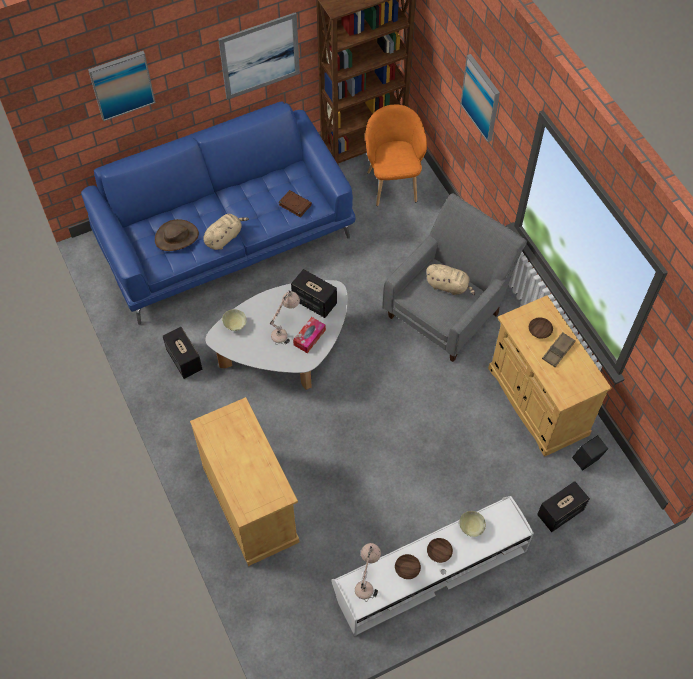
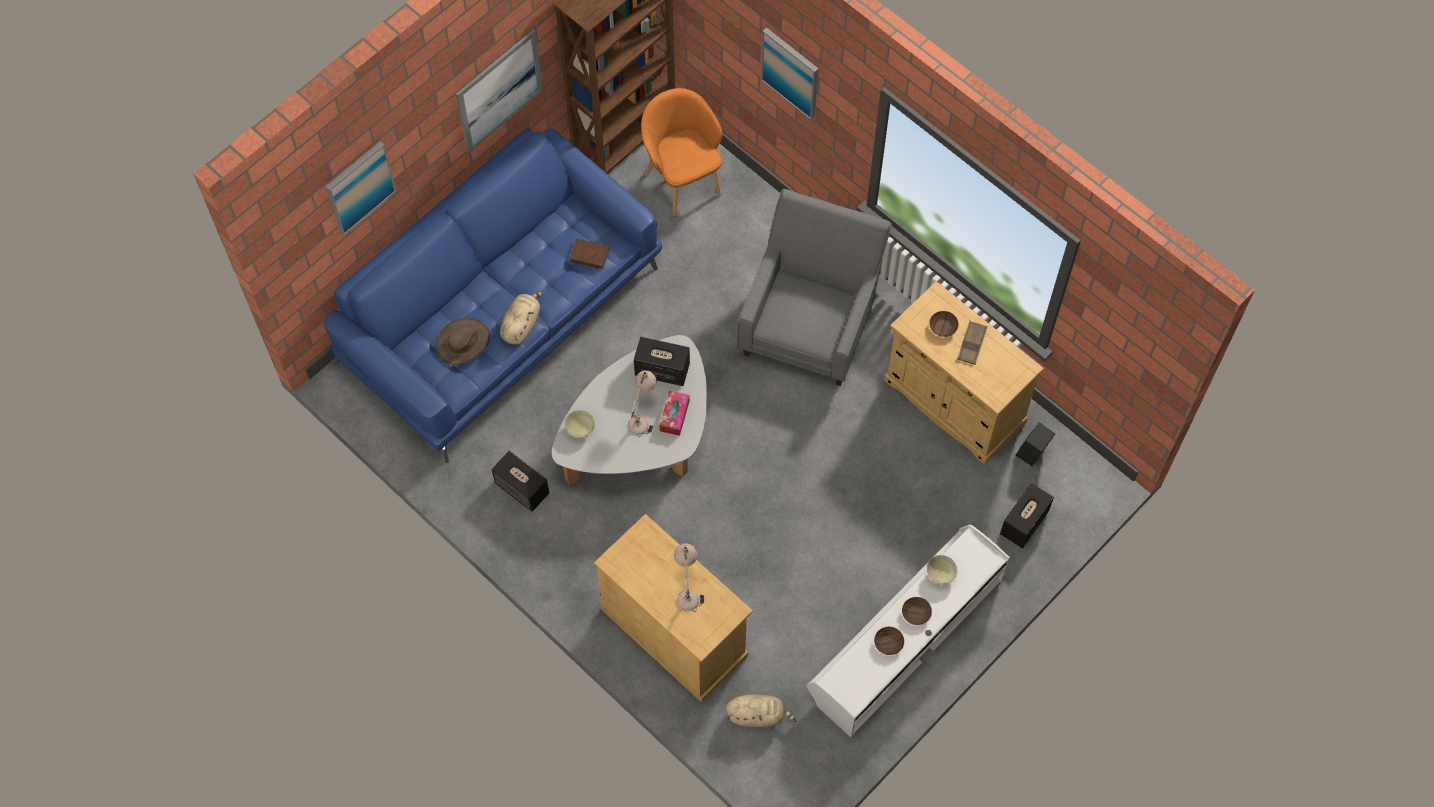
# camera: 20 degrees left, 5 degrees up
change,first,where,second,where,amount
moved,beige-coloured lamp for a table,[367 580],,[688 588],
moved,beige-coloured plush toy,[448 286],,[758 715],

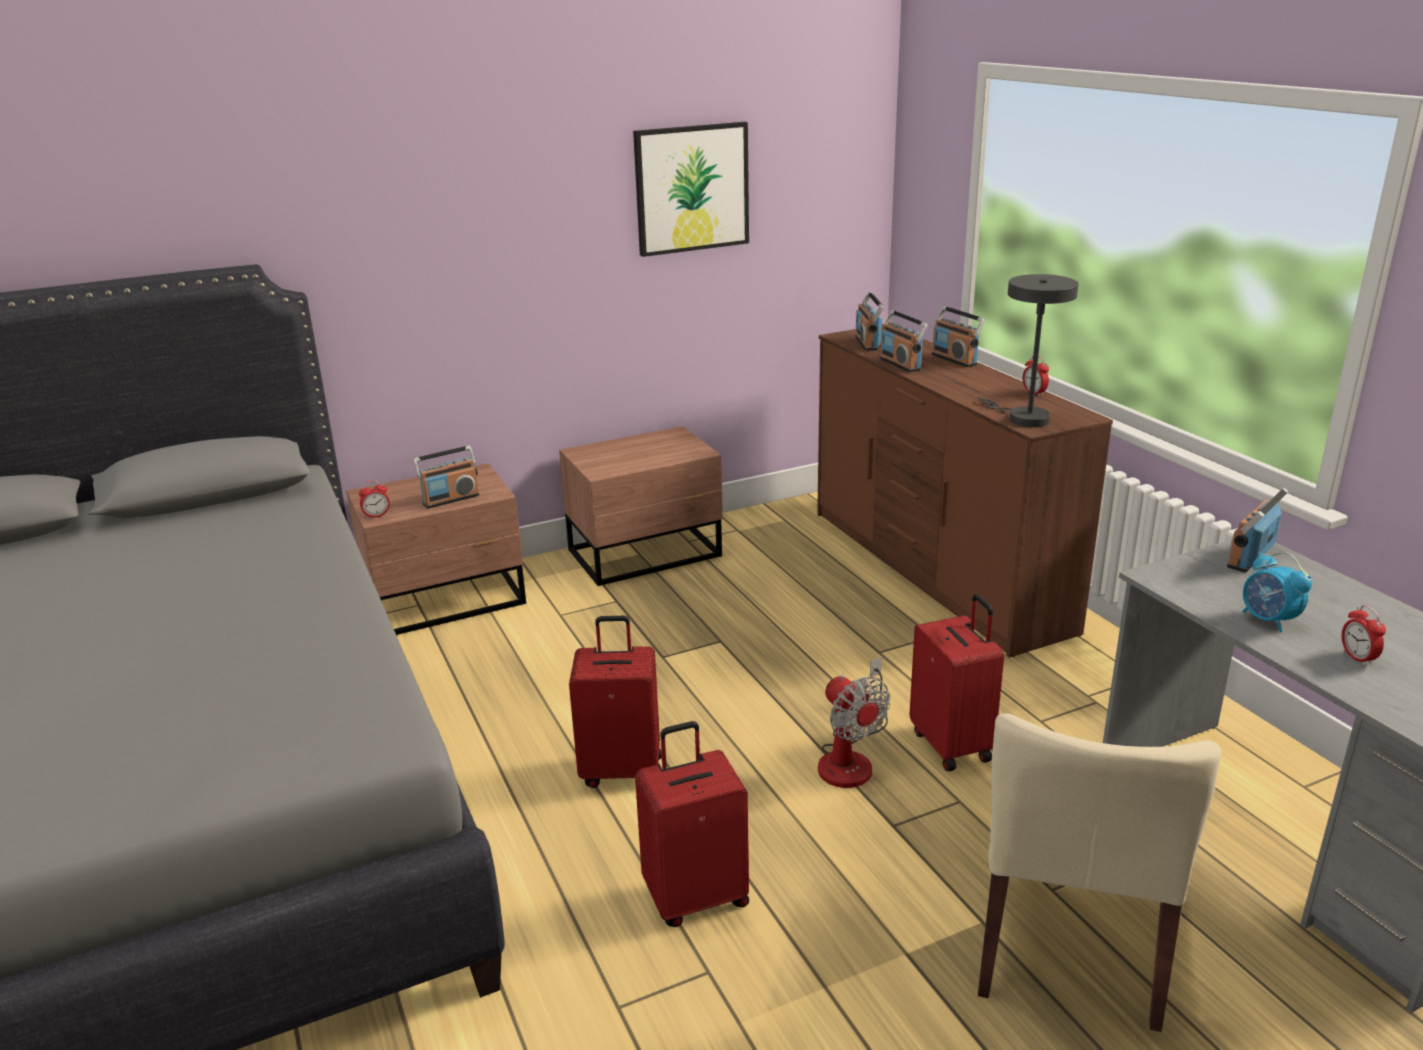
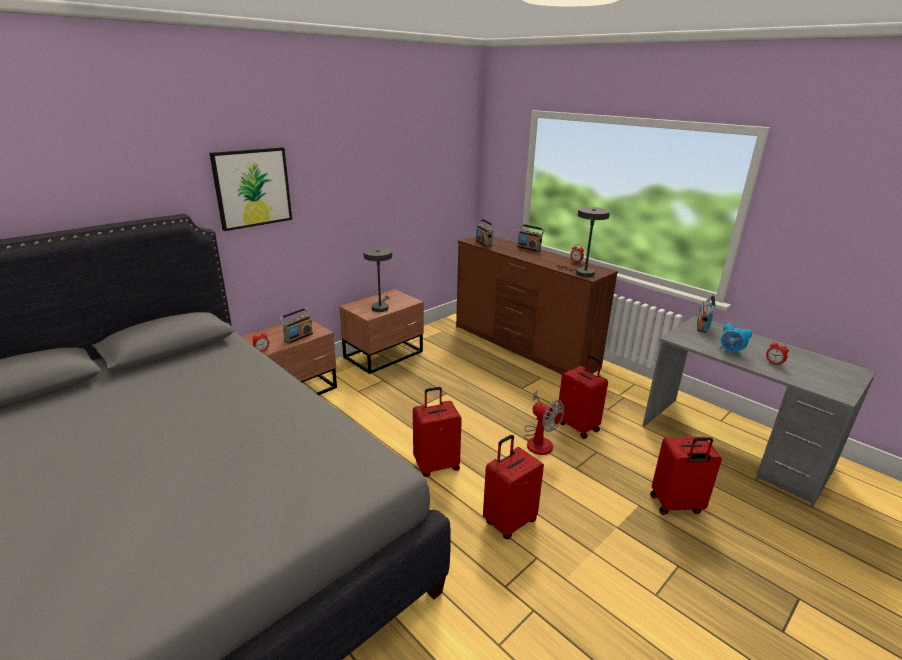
# camera: 20 degrees left, 0 degrees up
change,first,where,second,where,amount
moved,wall art,[691 188],,[252 188],
added,,,greyish lamp for a table,[380 307],
replaced,beige-coloured plain chair,[1068 939],reddish travel case,[676 505],
removed,radio,[900 364],,,

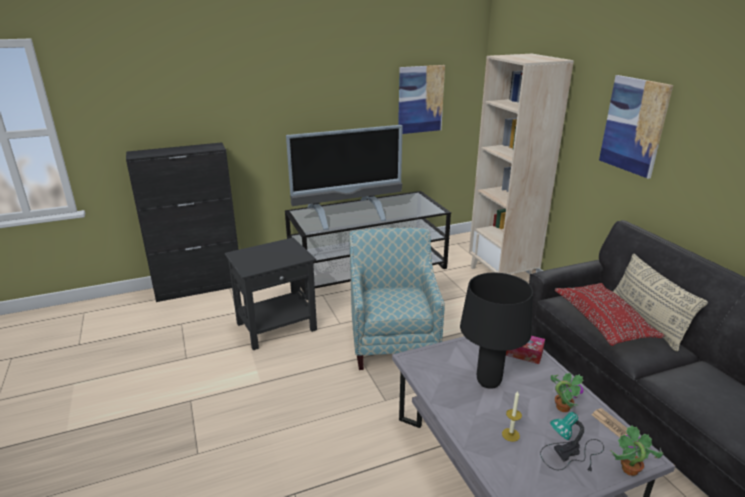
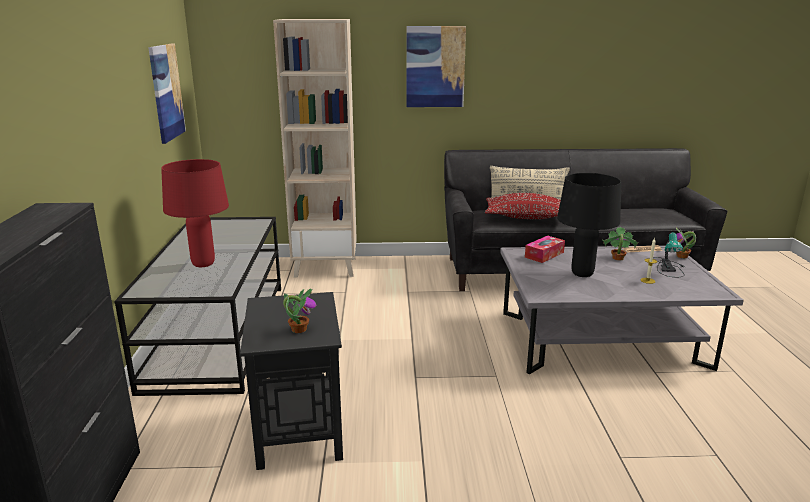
# camera: 70 degrees left, 5 degrees down
change,first,where,second,where,amount
replaced,TV,[346 215],reddish lamp for a table,[203 264],
added,,,plant in a pot,[298 329],
removed,lounge chair,[393 340],,,

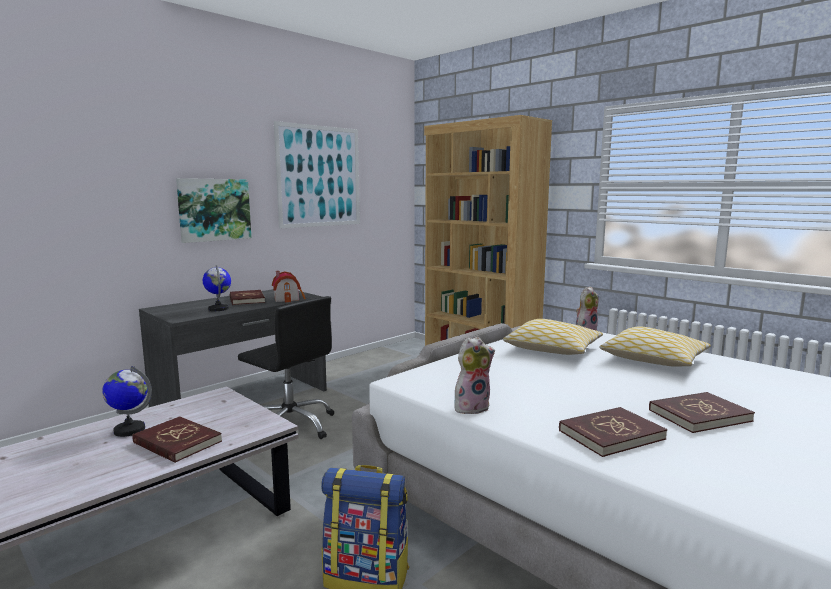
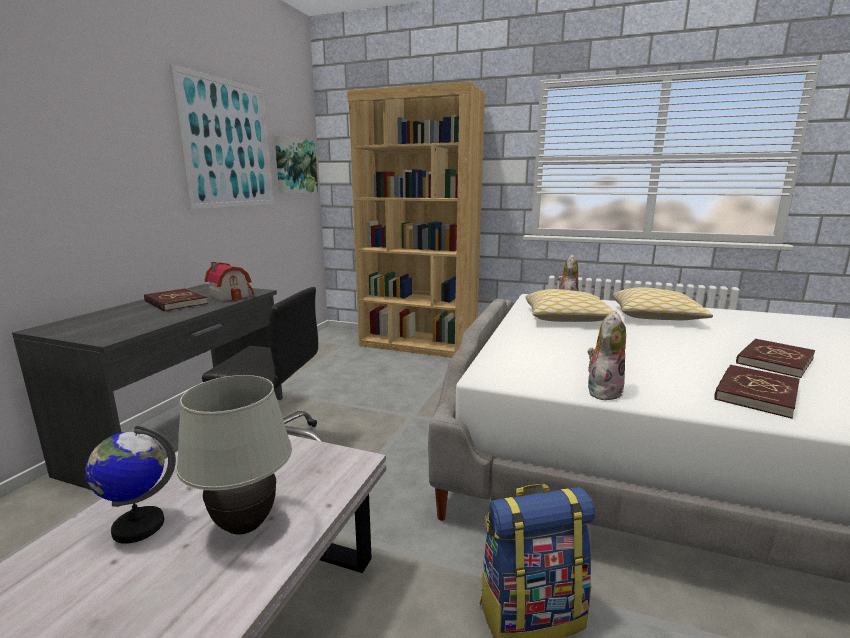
# camera: 25 degrees left, 5 degrees up
change,first,where,second,where,amount
replaced,reddish bound book,[177 442],whitish lamp for a table,[244 525],
moved,wall art,[214 209],,[295 166],
removed,world globe,[218 309],,,

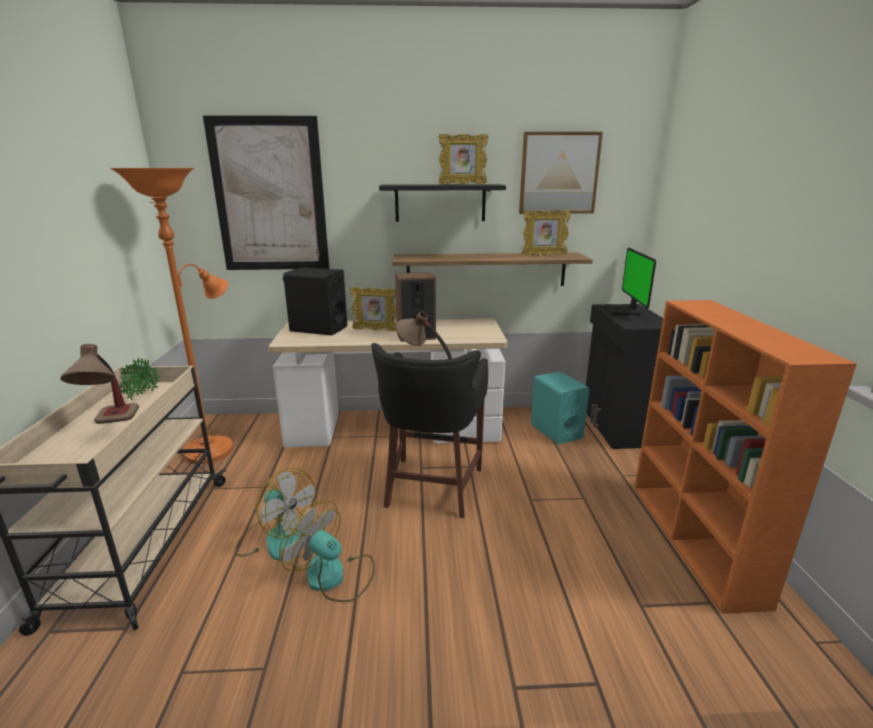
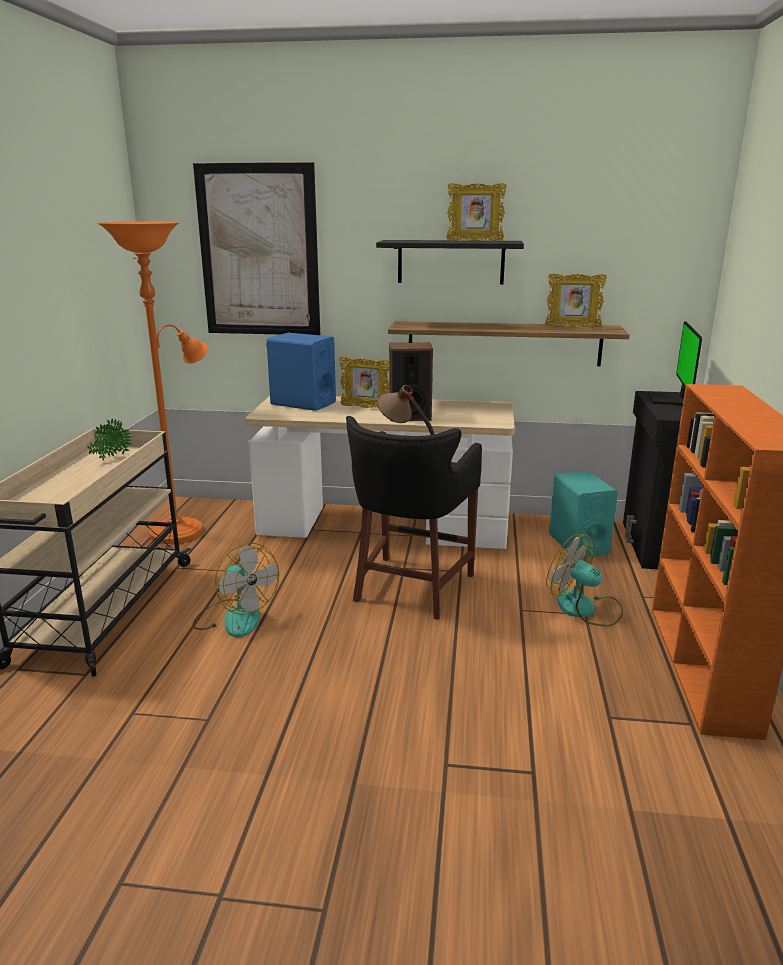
# camera: 10 degrees right, 0 degrees up
change,first,where,second,where,amount
recoloured,black-coloured audio speaker,[318 329],blue audio speaker,[303 403],
moved,electric fan,[334 577],,[584 609],
removed,lamp for a table,[112 424],,,
removed,wall art,[558 173],,,

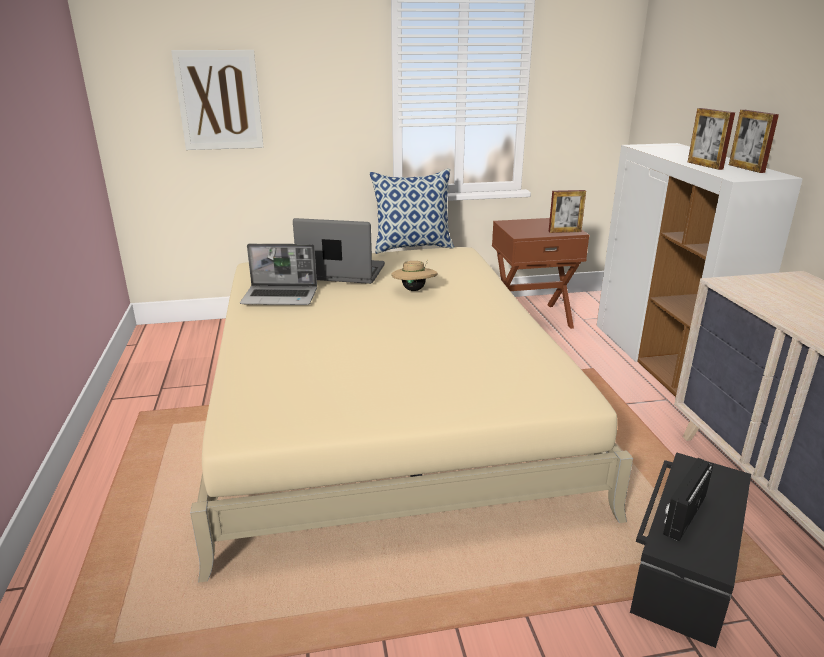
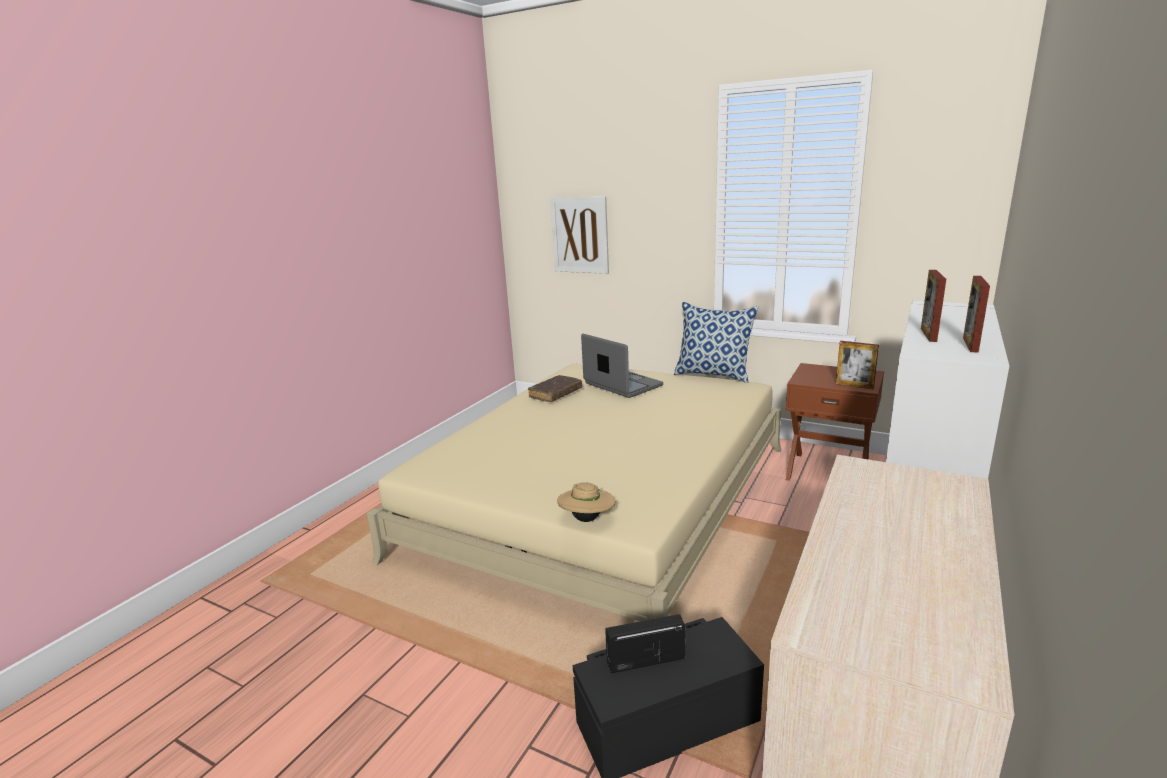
# camera: 40 degrees right, 5 degrees down
change,first,where,second,where,amount
replaced,notebook computer,[281 297],brownish bound book,[555 394],
moved,beige-coloured hat,[414 290],,[587 519],

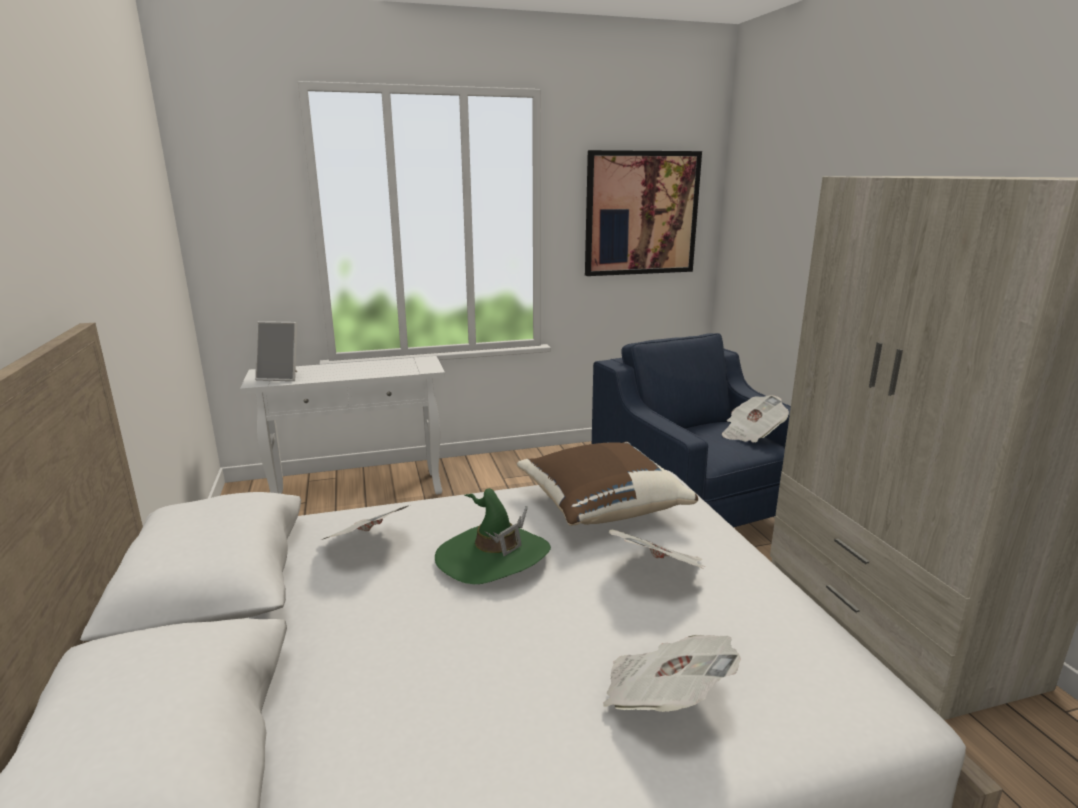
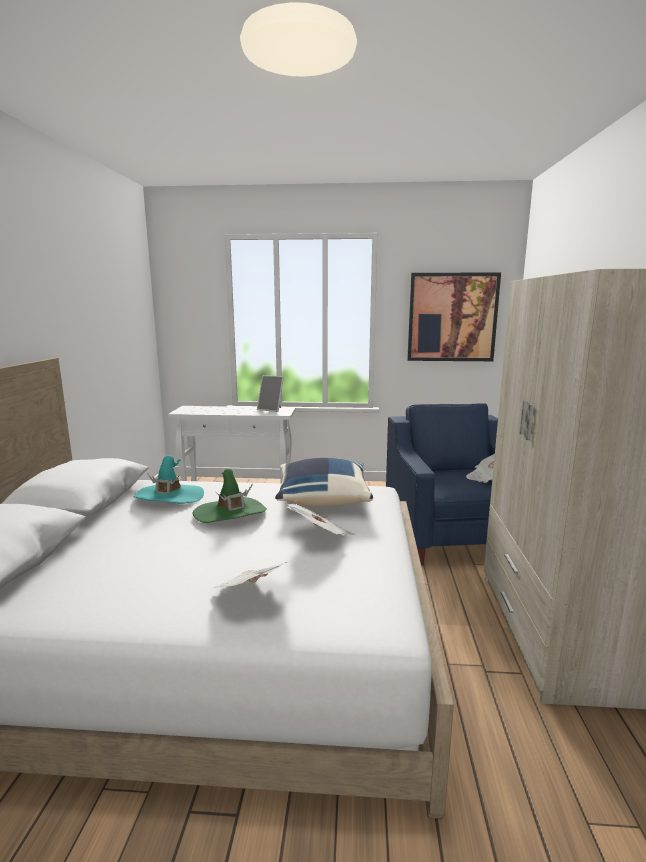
# camera: 20 degrees right, 5 degrees down
change,first,where,second,where,amount
replaced,daily paper,[366 544],turquoise hat,[169 497],
moved,standing frame,[281 377],,[271 409],
recoloured,brownish cushion,[600 506],blue cushion,[322 499],

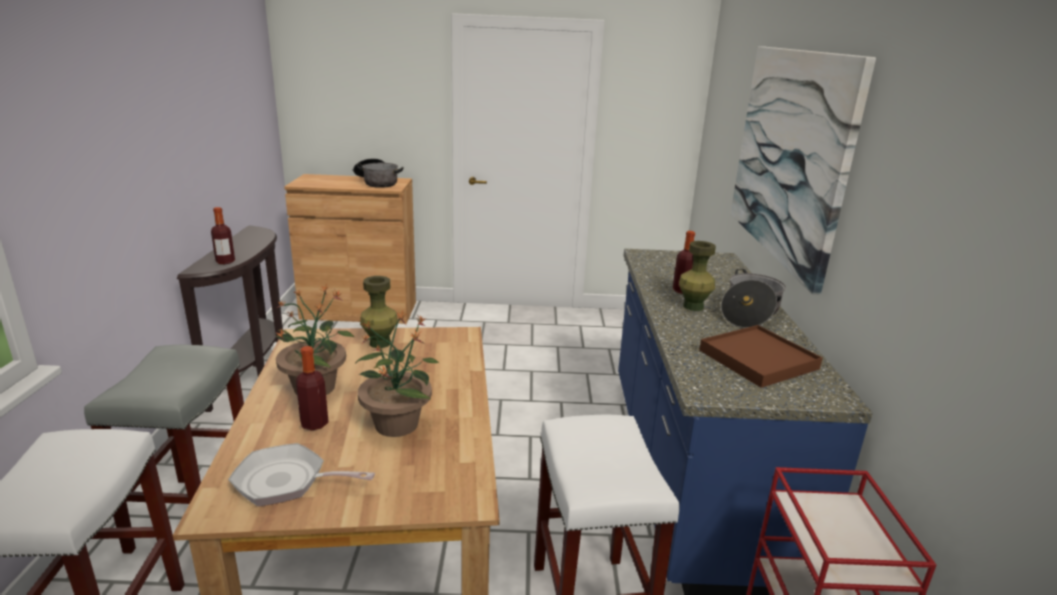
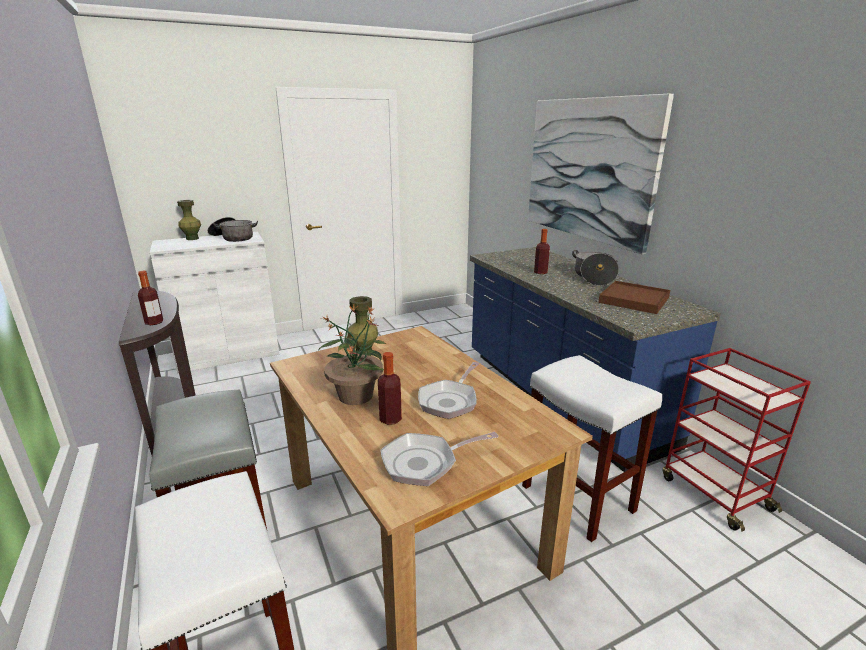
# camera: 25 degrees left, 0 degrees up
change,first,where,second,where,amount
recoloured,brownish cupboard,[359 310],whitish cupboard,[228 354],
moved,greenish decorative vase,[693 306],,[192 238],
replaced,plant in a pot,[397 423],frying pan,[450 401],

